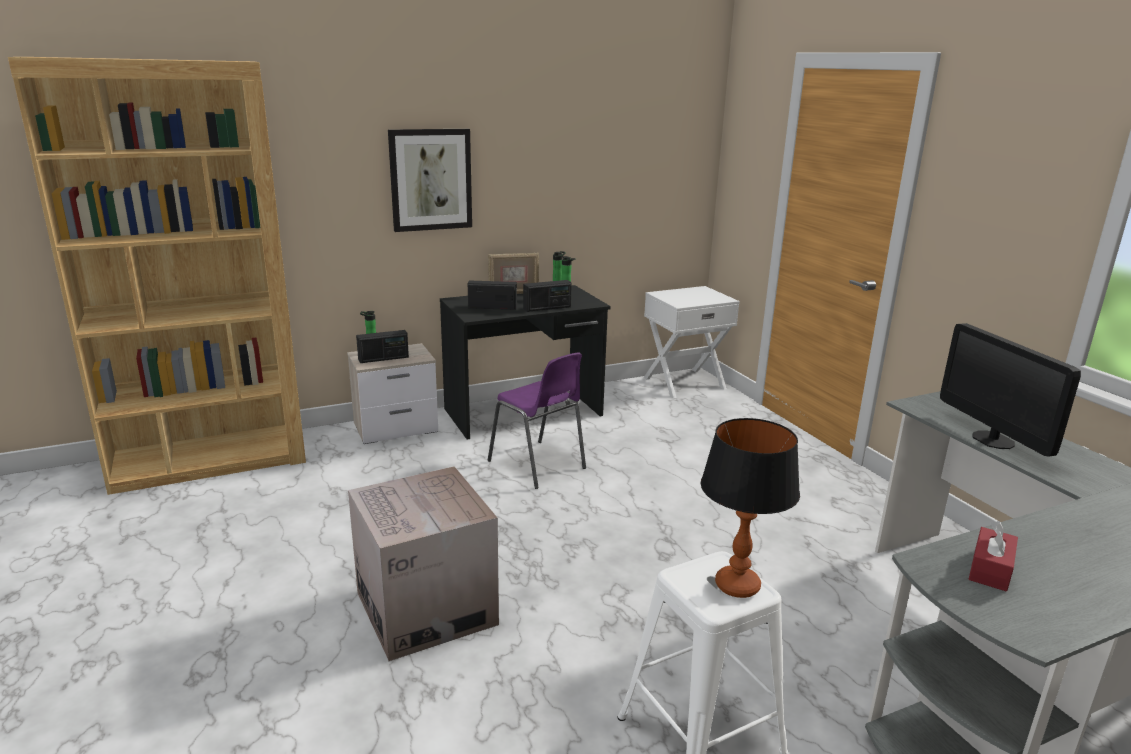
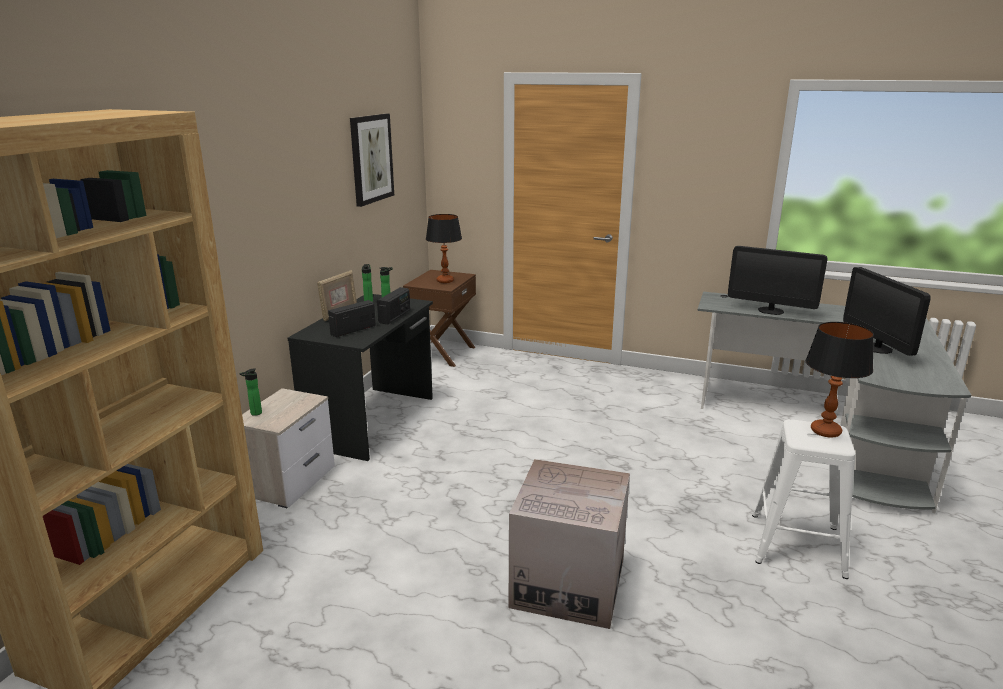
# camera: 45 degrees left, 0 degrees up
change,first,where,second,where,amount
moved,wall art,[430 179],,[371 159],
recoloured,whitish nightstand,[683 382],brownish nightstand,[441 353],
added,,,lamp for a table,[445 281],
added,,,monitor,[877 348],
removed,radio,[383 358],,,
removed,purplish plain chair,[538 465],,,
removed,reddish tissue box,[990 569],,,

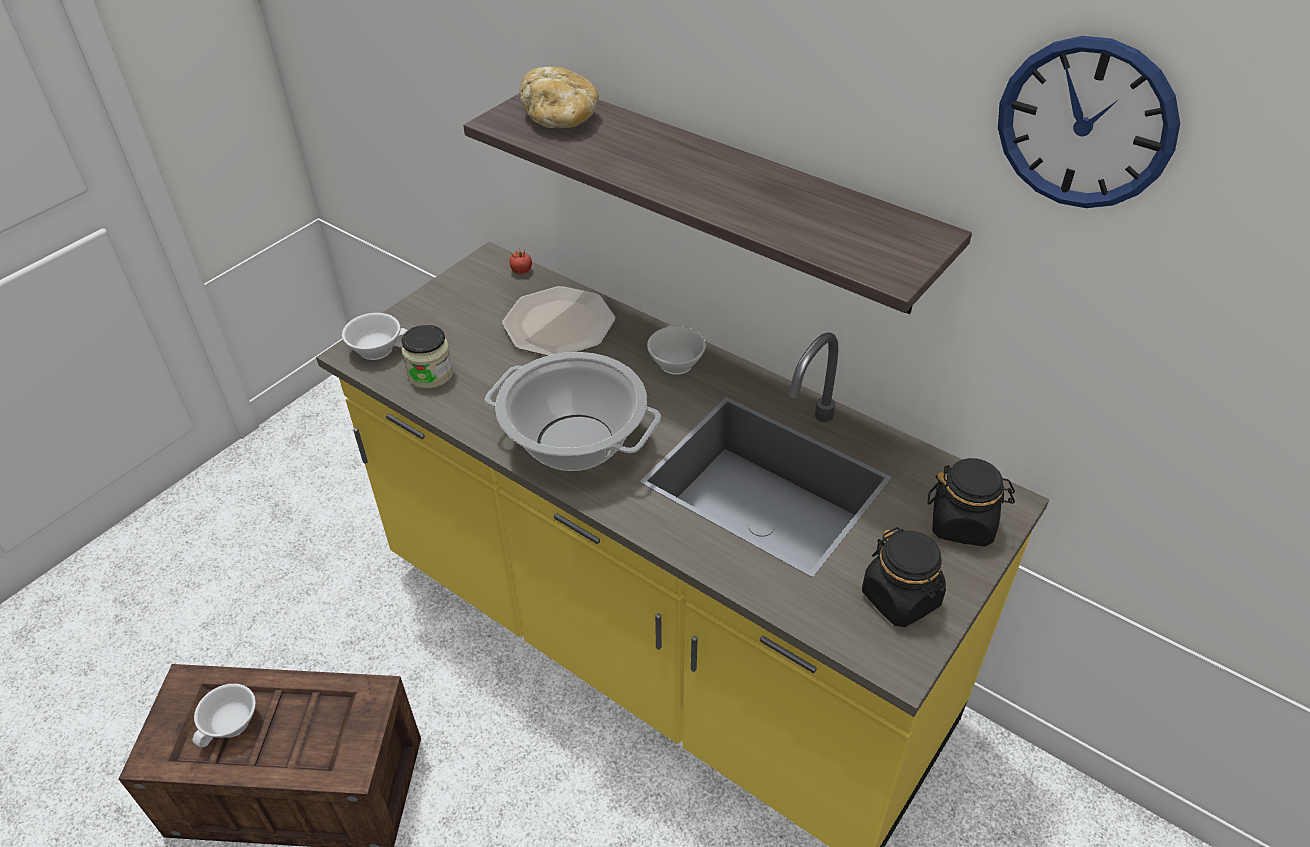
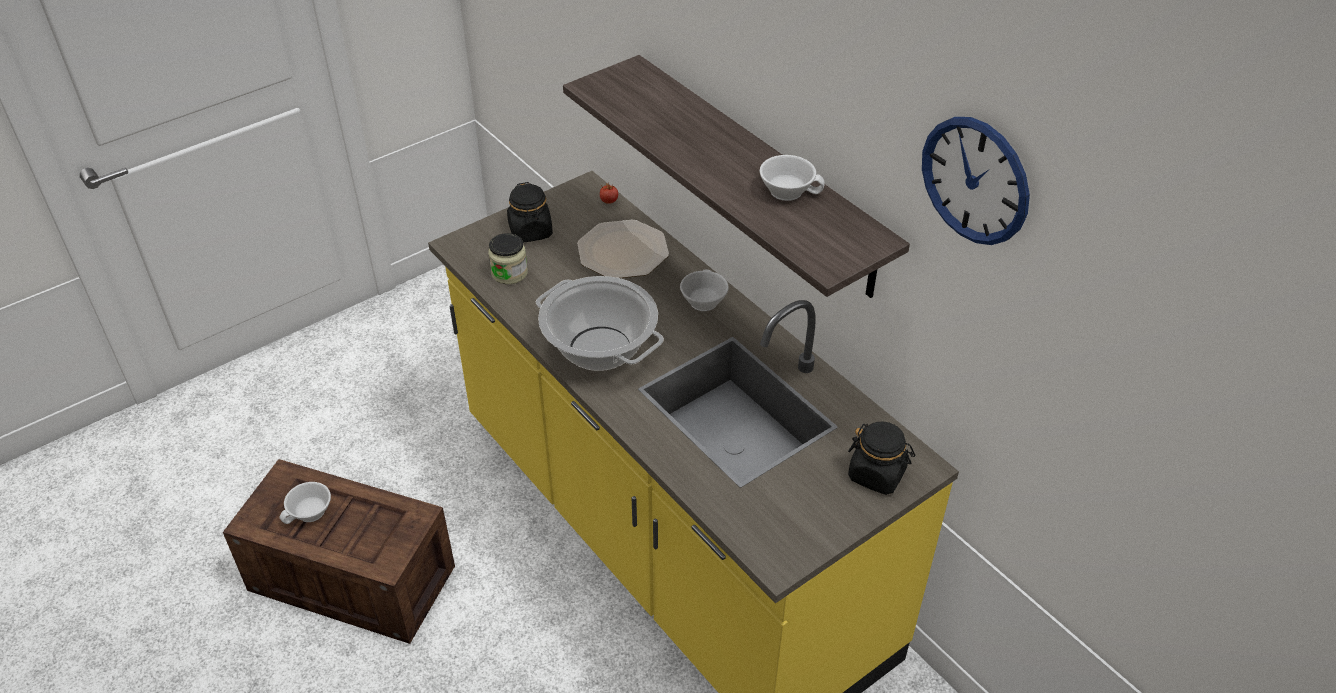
# camera: 15 degrees right, 0 degrees up
change,first,where,second,where,amount
moved,black-coloured preserve jar,[901 598],,[530 231],
moved,whitish cup,[378 347],,[788 190],
removed,baked bread,[561 118],,,

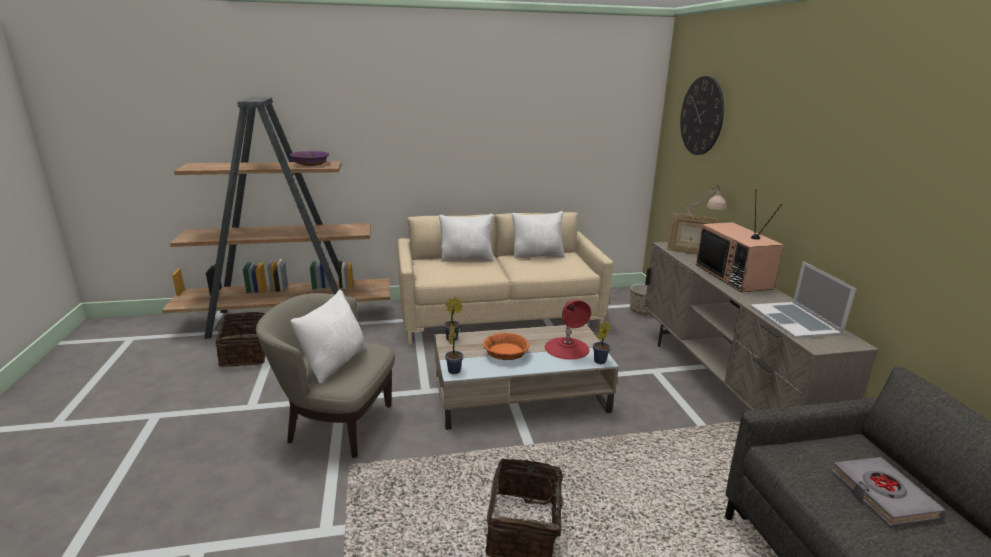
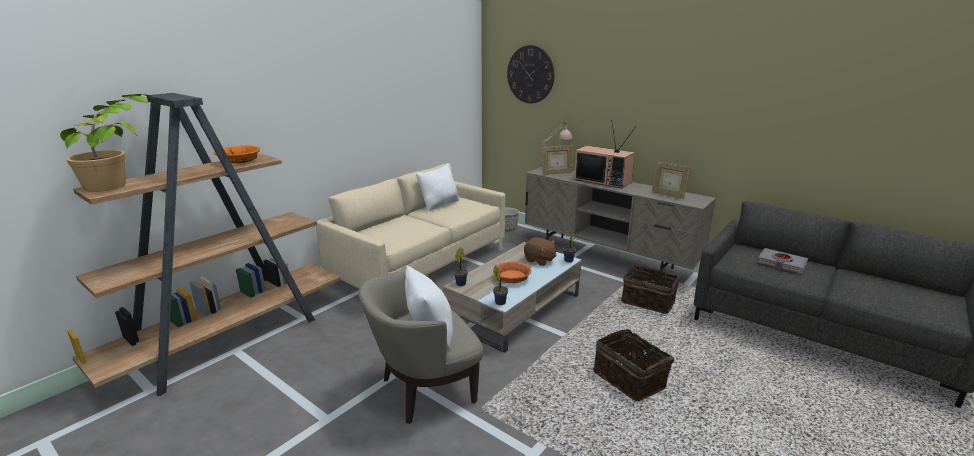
# camera: 40 degrees left, 0 degrees up
change,first,where,second,where,amount
added,,,plant in a pot,[125 181],
recoloured,purplish deep dish,[310 164],orangey deep dish,[239 161],
replaced,reddish lamp for a table,[567 348],brownish plush toy,[539 260],
moved,household basket,[247 353],,[648 301],
replaced,notebook computer,[795 320],standing frame,[668 195],
removed,whitish cushion,[467 259],,,

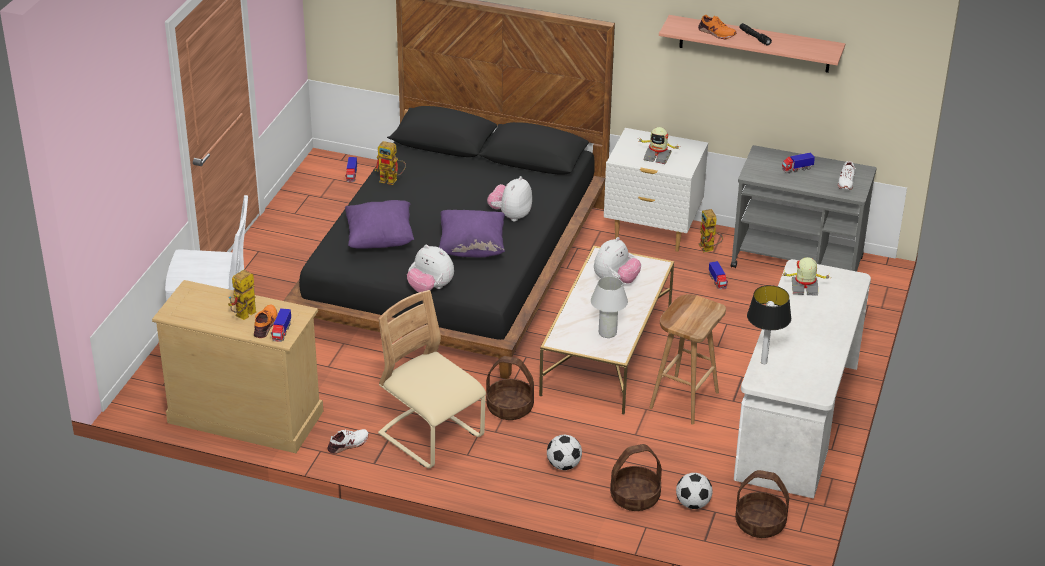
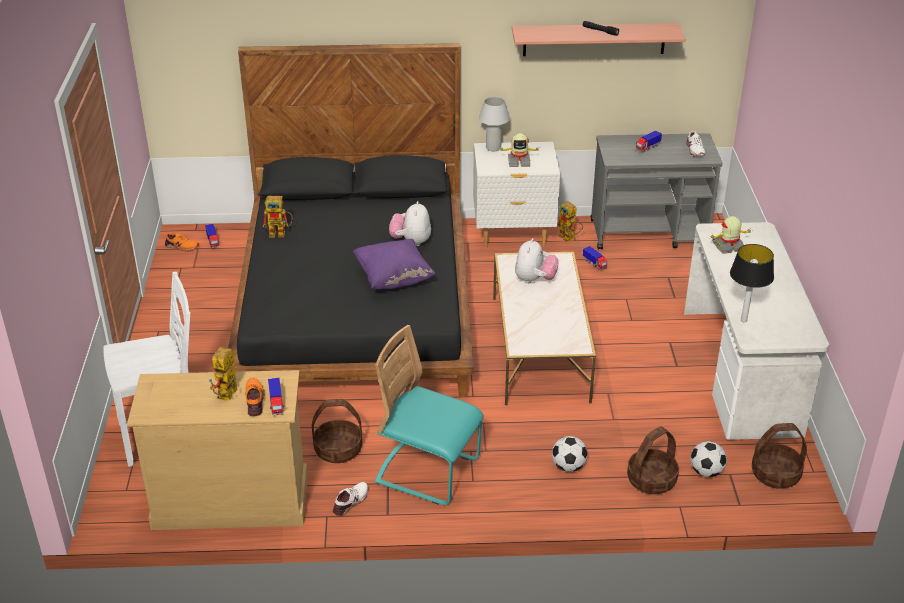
# camera: 20 degrees left, 0 degrees up
change,first,where,second,where,amount
moved,orangey low shoe,[716 33],,[181 246],
moved,household basket,[509 408],,[338 450],
recoloured,beige-coloured plain chair,[431 437],turquoise plain chair,[428 472],
moved,whitish lamp for a table,[607 333],,[493 148],
removed,purplish cushion,[380 239],,,
removed,plush toy,[430 288],,,
removed,brownish stool,[684 399],,,

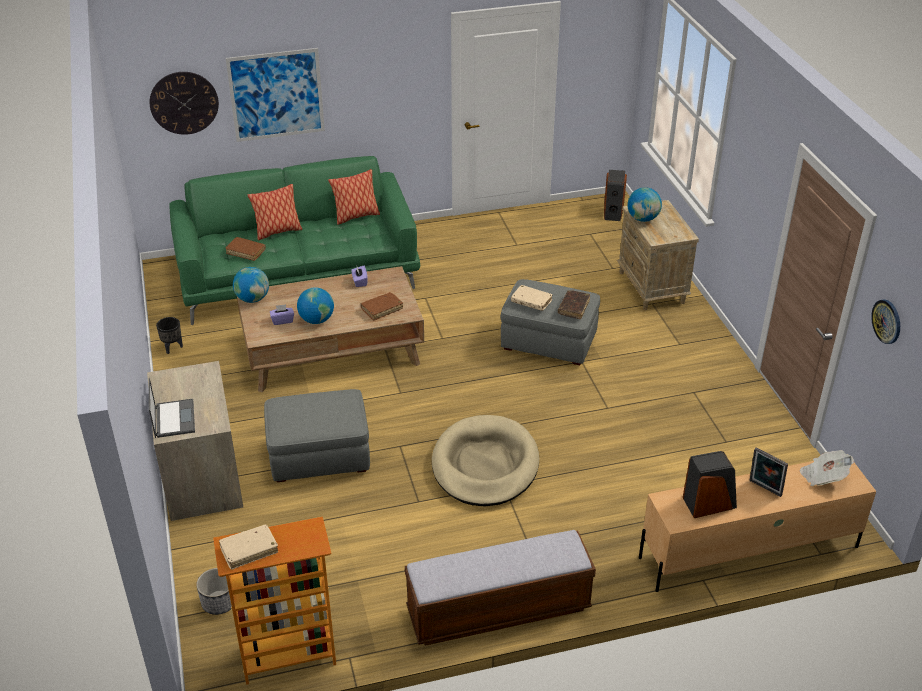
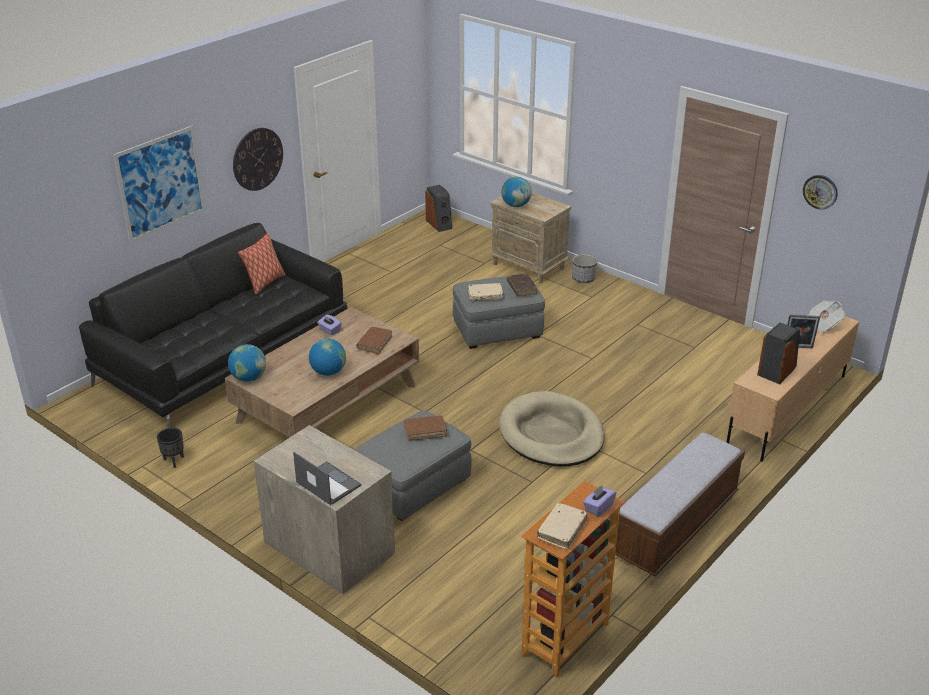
# camera: 35 degrees left, 5 degrees down
change,first,where,second,where,amount
recoloured,greenish settee,[298 273],black-coloured settee,[225 357],
moved,clock on the wall,[184 103],,[257 159],
moved,brownish bound book,[246 252],,[425 431],
moved,plant pot,[219 602],,[583 278],
moved,purplish tissue box,[282 320],,[598 507],
removed,cushion,[277 232],,,

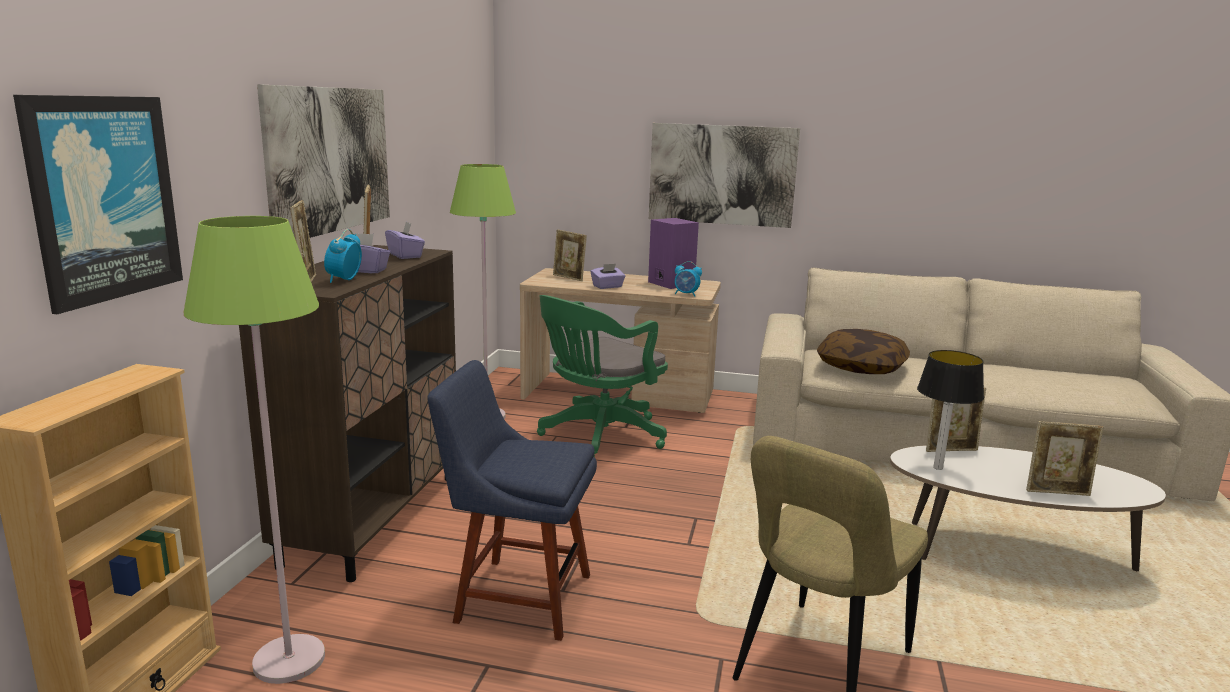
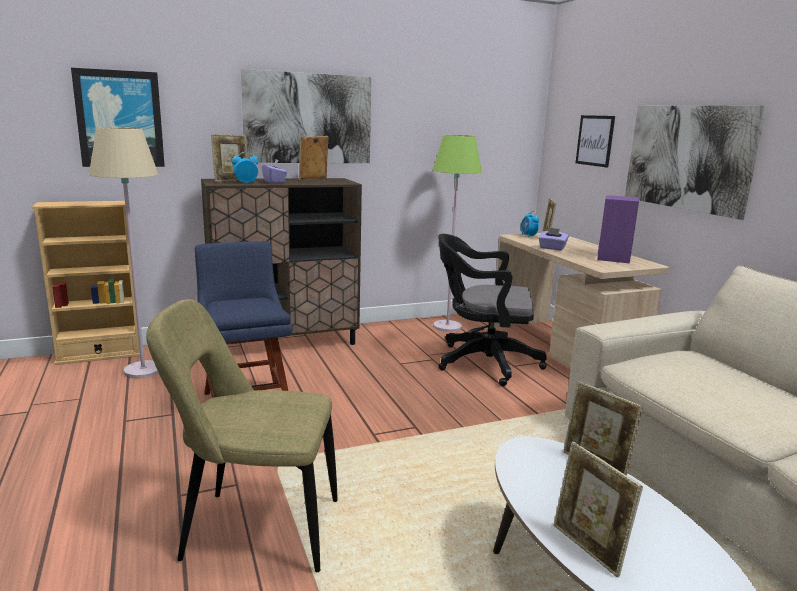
# camera: 55 degrees right, 0 degrees up
change,first,where,second,where,amount
recoloured,greenish floor lamp,[290 660],beige-coloured floor lamp,[143 370],
recoloured,greenish computer chair,[598 436],black-coloured computer chair,[482 362],
moved,bedside clock,[686 294],,[528 236],
added,,,wall art,[595 140],
removed,purplish tissue box,[405 255],,,
removed,cushion,[861 367],,,
removed,lamp for a table,[938 468],,,

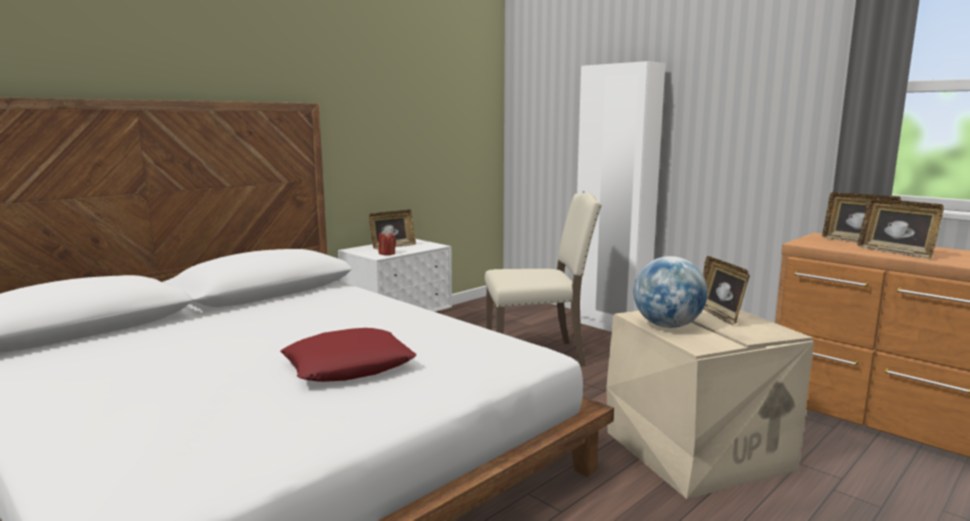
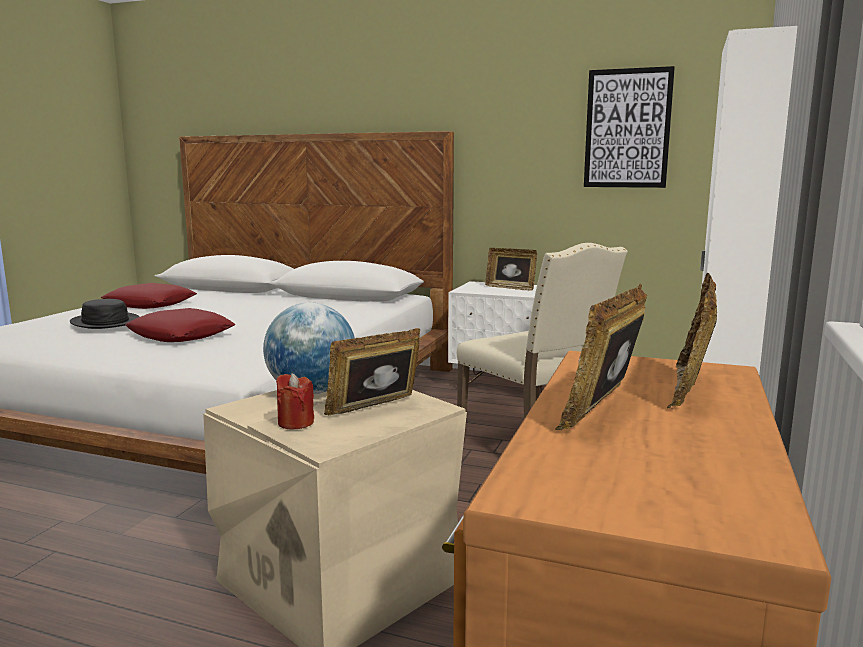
# camera: 65 degrees right, 0 degrees up
change,first,where,second,where,amount
added,,,black-coloured hat,[105 322],
added,,,reddish cushion,[150 304],
moved,reddish candle,[387 253],,[295 423],
added,,,wall art,[627 129],

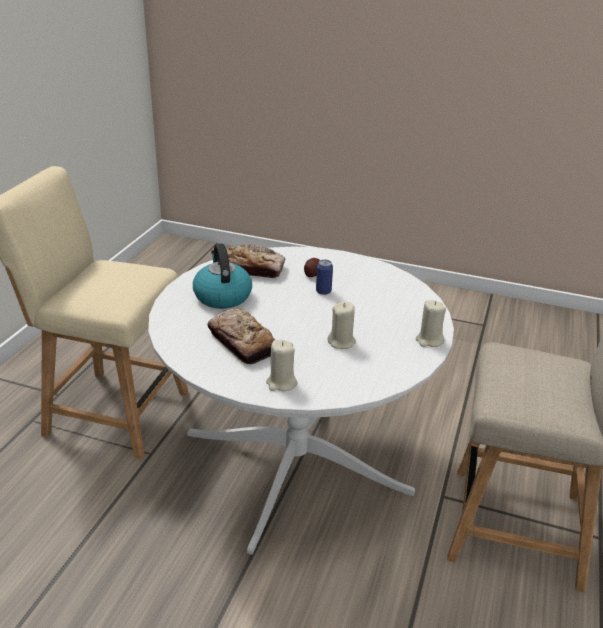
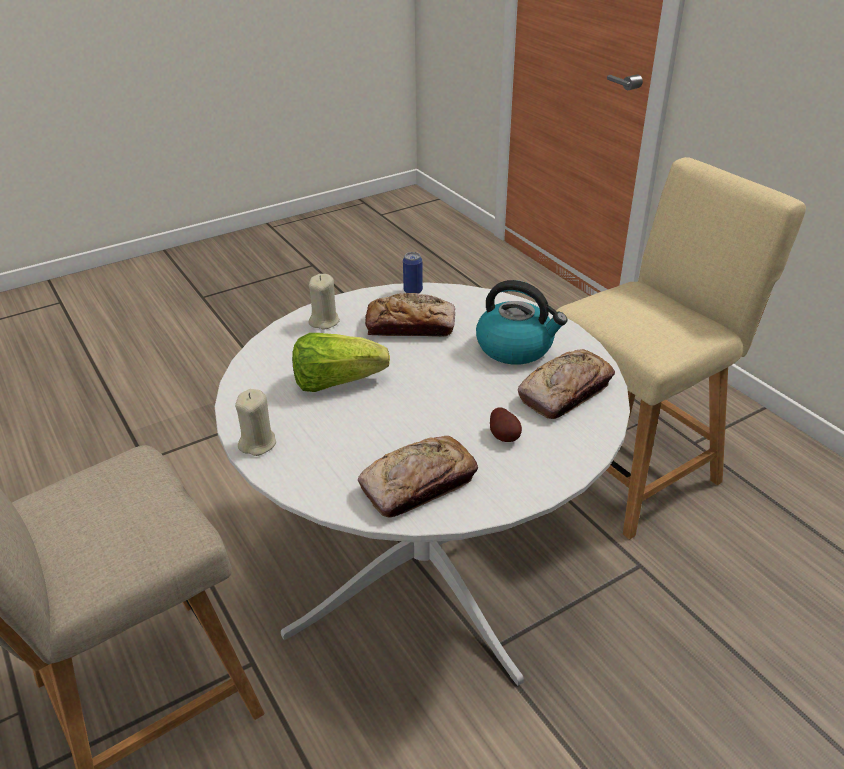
# camera: 130 degrees right, 5 degrees up
change,first,where,second,where,amount
replaced,beige-coloured candle,[341 342],lettuce,[336 382],
added,,,baked bread,[418 484],
moved,sealed can,[323 291],,[413 291],

